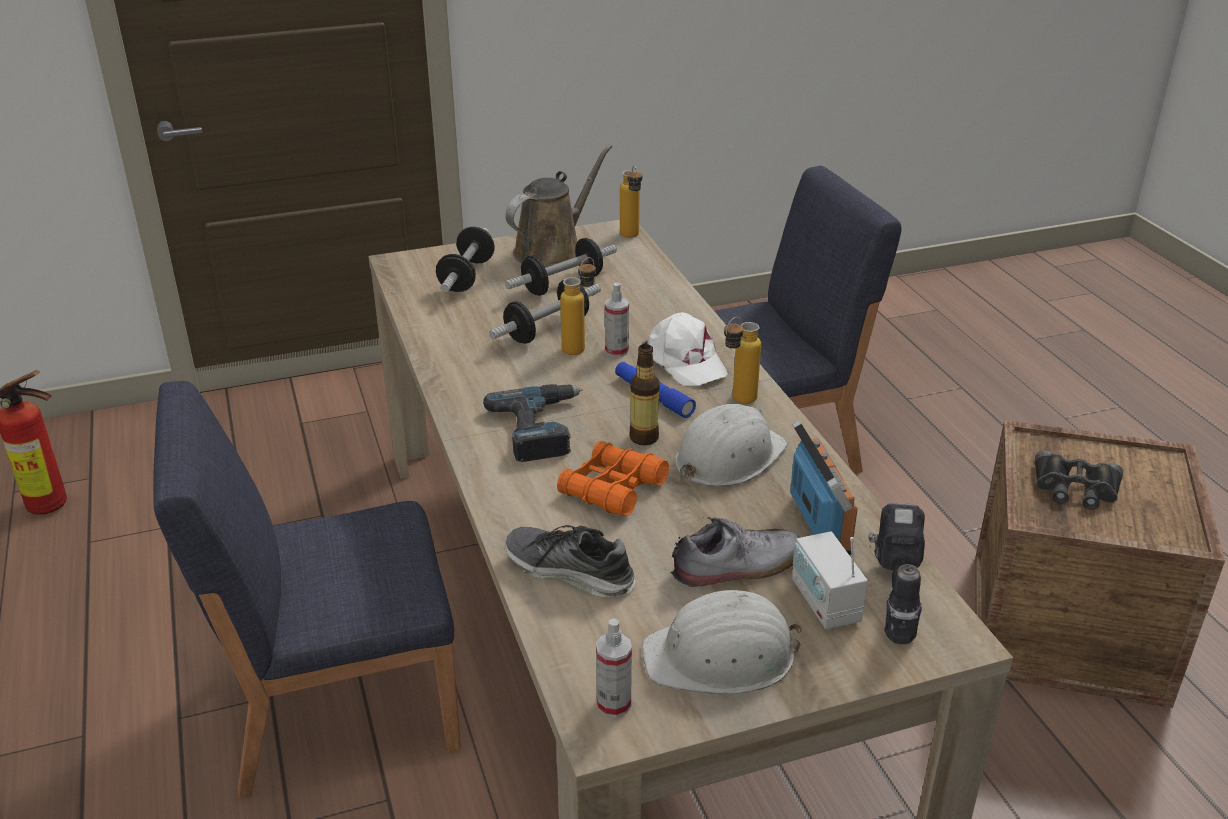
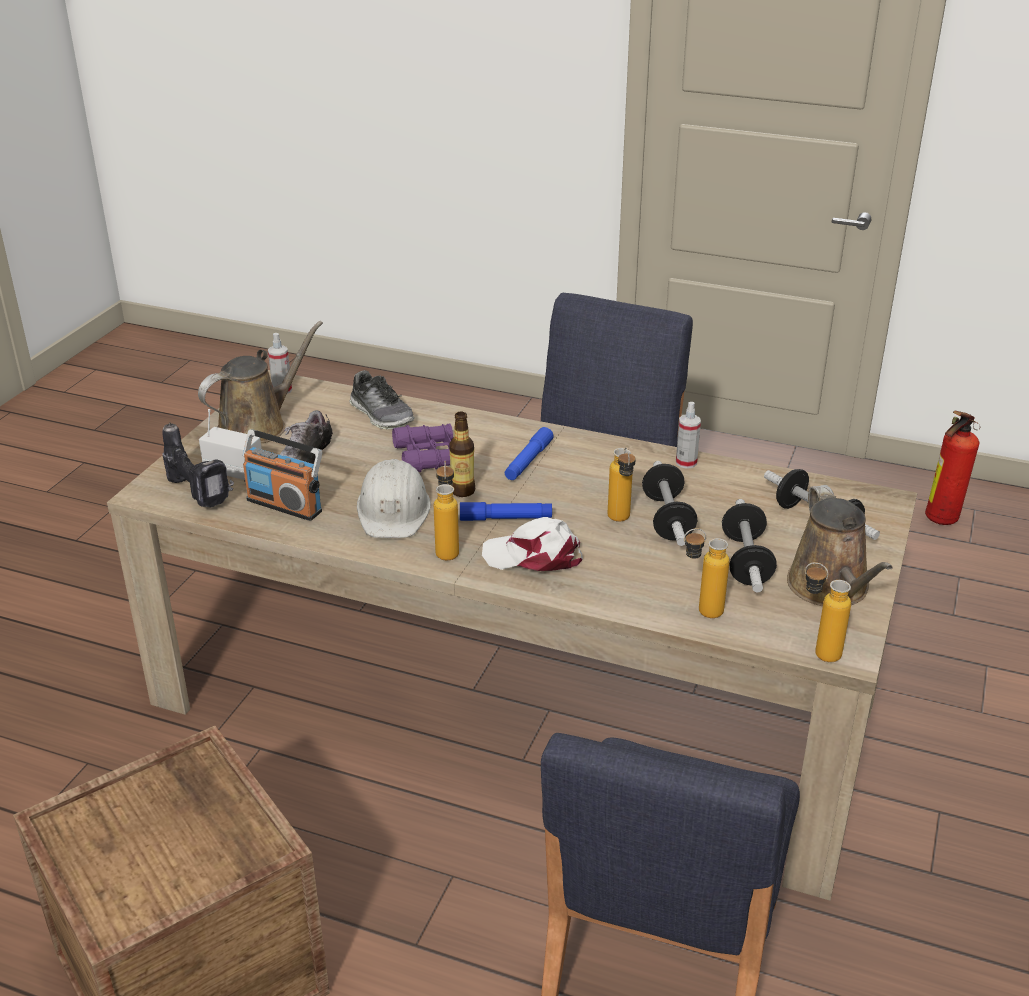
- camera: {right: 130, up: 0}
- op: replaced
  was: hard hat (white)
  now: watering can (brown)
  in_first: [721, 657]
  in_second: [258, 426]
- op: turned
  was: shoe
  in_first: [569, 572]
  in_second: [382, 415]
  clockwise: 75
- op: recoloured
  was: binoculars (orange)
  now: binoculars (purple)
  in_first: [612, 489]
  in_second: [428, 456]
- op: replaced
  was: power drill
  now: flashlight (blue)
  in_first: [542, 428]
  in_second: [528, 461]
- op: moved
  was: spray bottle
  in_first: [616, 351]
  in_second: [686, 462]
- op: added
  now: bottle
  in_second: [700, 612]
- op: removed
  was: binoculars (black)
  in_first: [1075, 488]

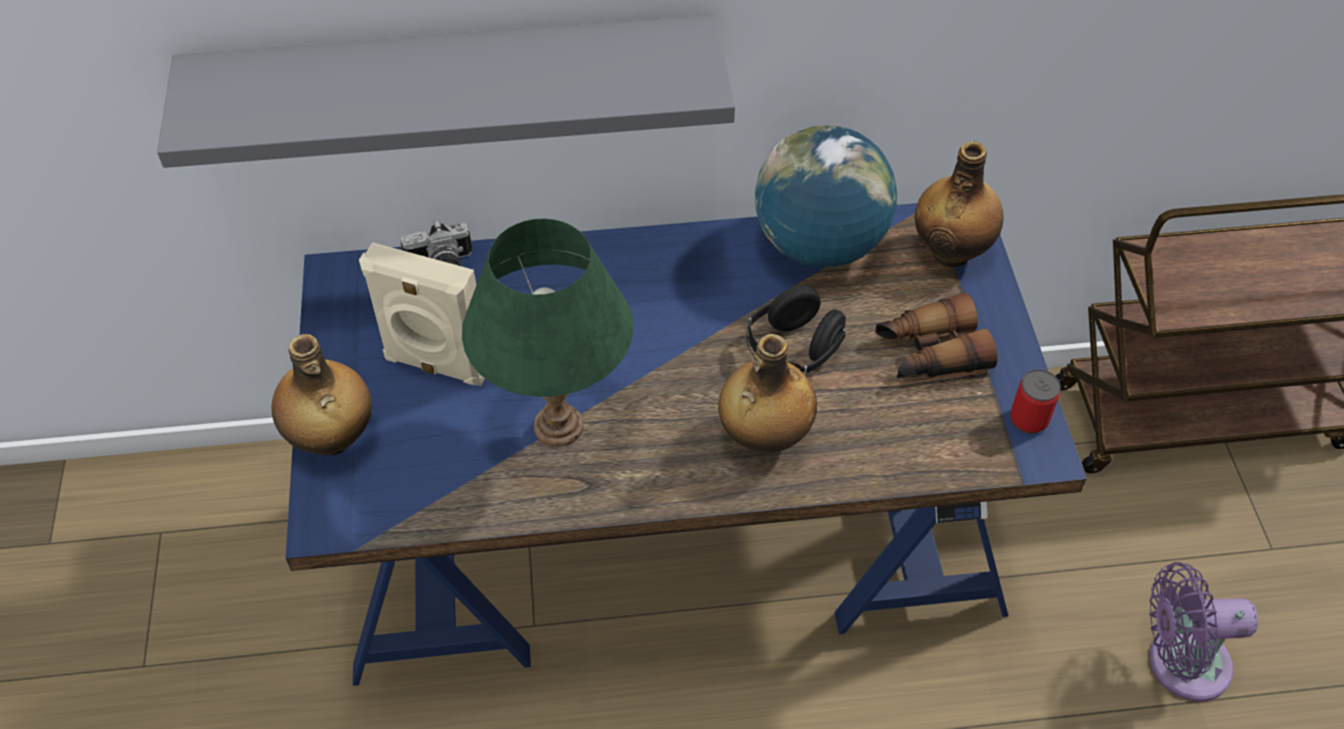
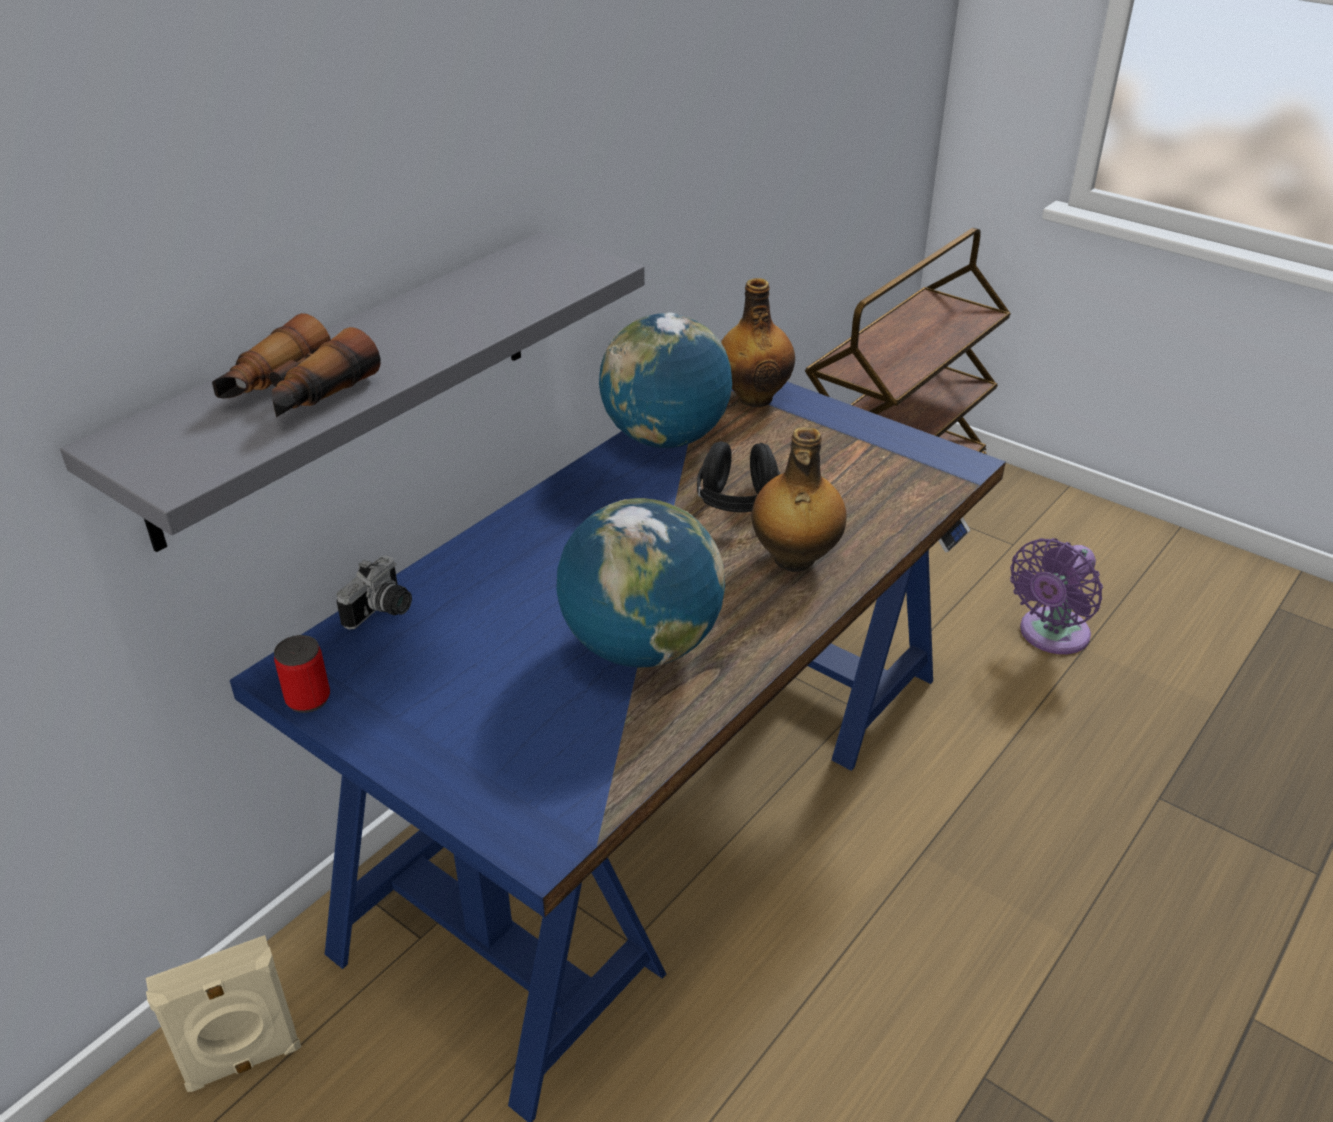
- camera: {right: -45, up: -15}
- op: moved
  was: speaker (beige)
  in_first: [435, 365]
  in_second: [243, 1062]
- op: moved
  was: binoculars
  in_first: [930, 352]
  in_second: [296, 394]
- op: moved
  was: can
  in_first: [1028, 419]
  in_second: [308, 699]
- op: replaced
  was: table lamp (green)
  now: globe
  in_first: [560, 426]
  in_second: [641, 647]
- op: removed
  was: bottle
  in_first: [332, 439]

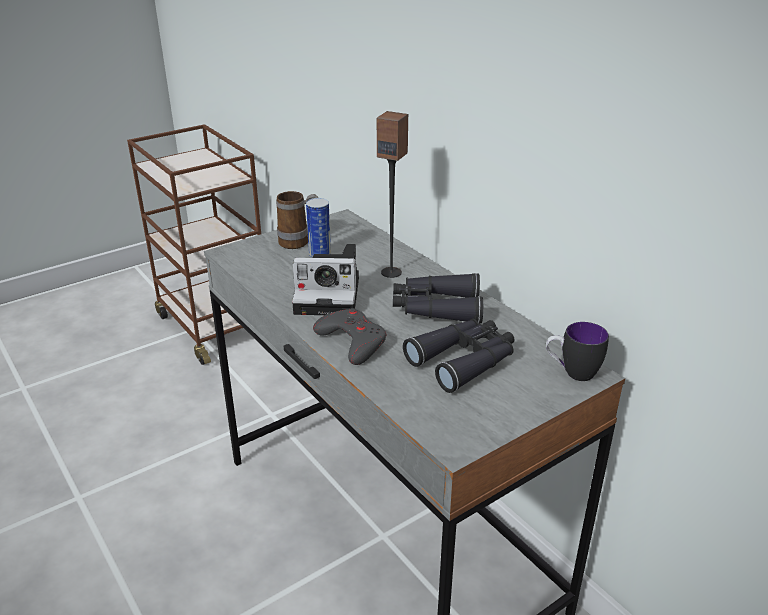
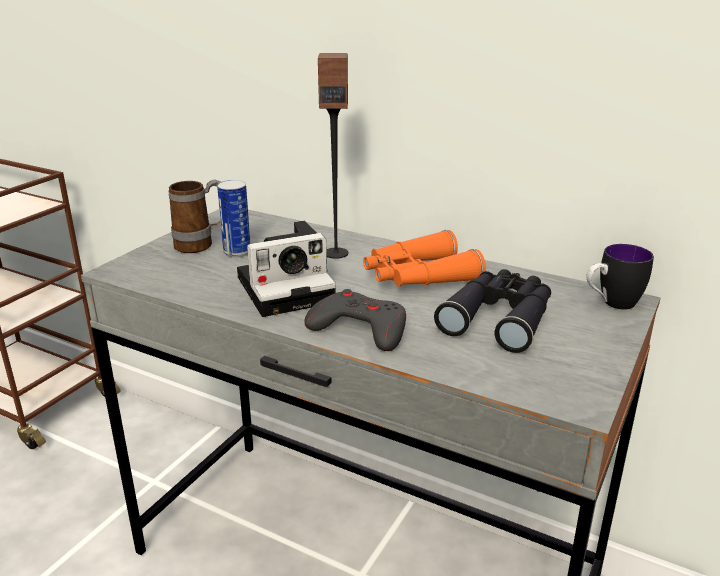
- camera: {right: -25, up: -5}
- op: recoloured
  was: binoculars (black)
  now: binoculars (orange)
  in_first: [436, 308]
  in_second: [418, 276]

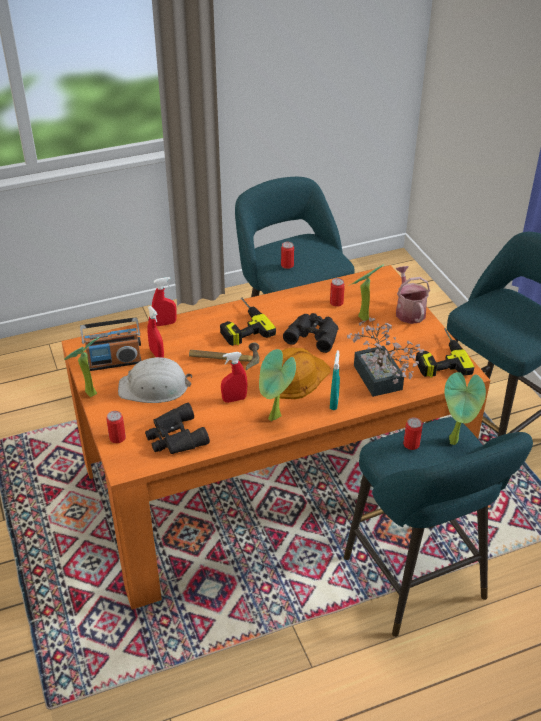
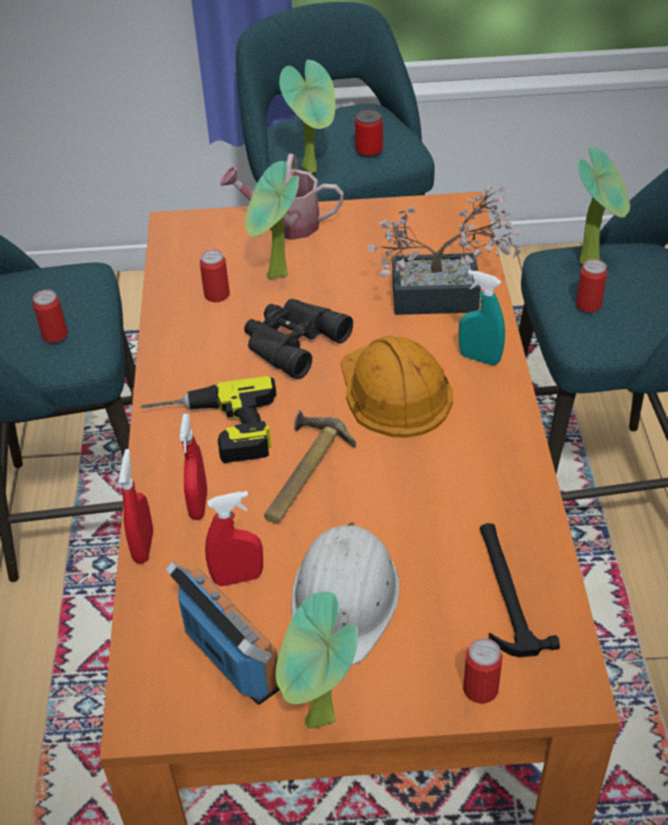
- camera: {right: -70, up: 5}
- op: turned
  was: radio
  in_first: [114, 362]
  in_second: [232, 658]
  clockwise: -45
- op: moved
  was: spray bottle (red)
  in_first: [234, 399]
  in_second: [198, 504]
- op: moved
  was: potted plant
  in_first: [275, 419]
  in_second: [314, 168]
- op: added
  now: can
  in_second: [369, 151]
- op: replaced
  was: binoculars (black)
  now: hammer
  in_first: [175, 437]
  in_second: [505, 591]
- op: removed
  was: power drill
  in_first: [438, 357]

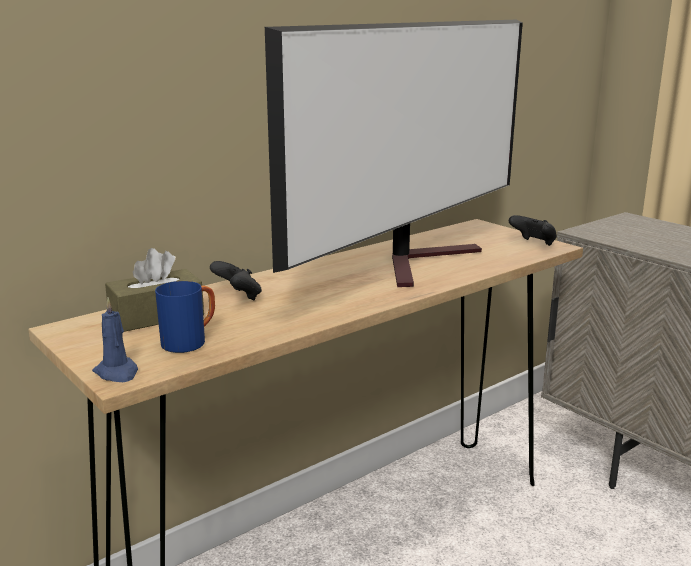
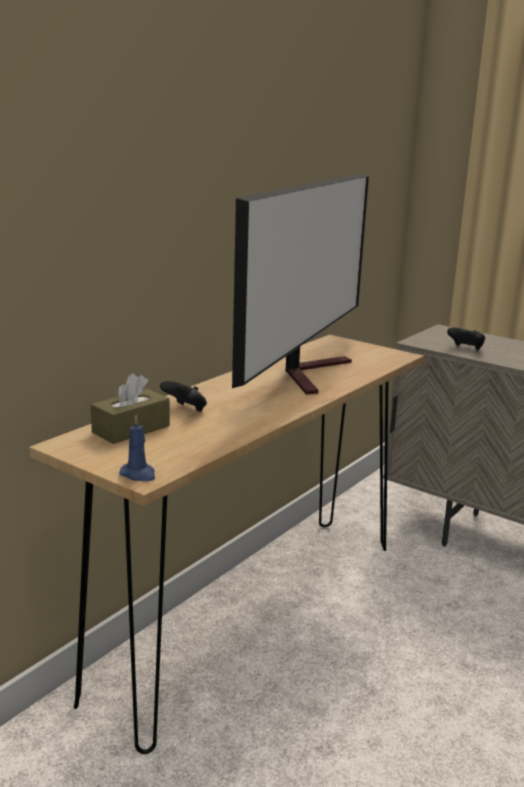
- camera: {right: -15, up: 0}
- op: moved
  was: game controller (black)
  in_first: [533, 244]
  in_second: [466, 349]
- op: removed
  was: mug (blue)
  in_first: [190, 341]

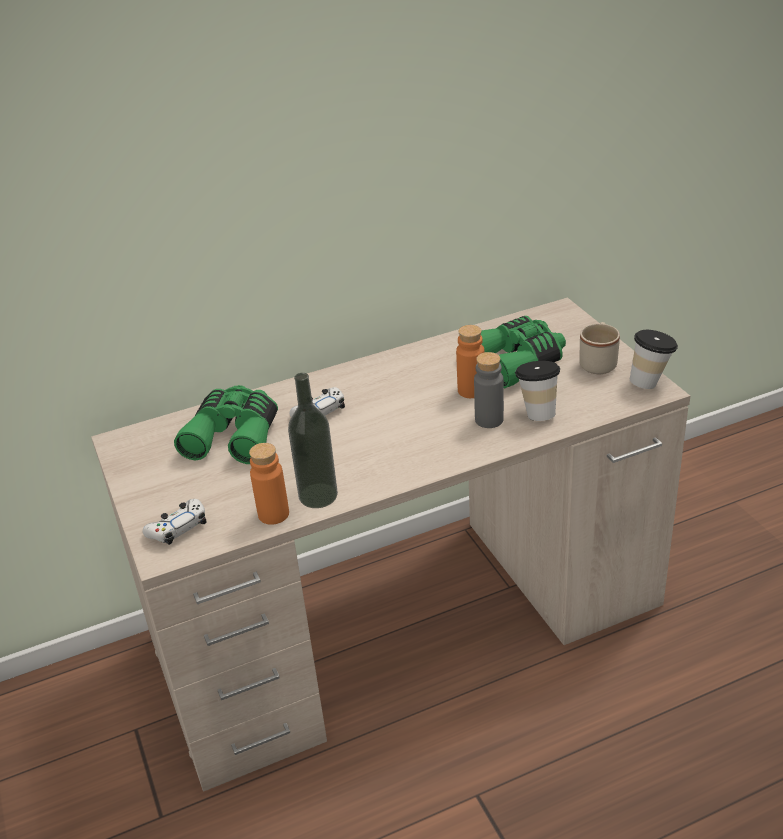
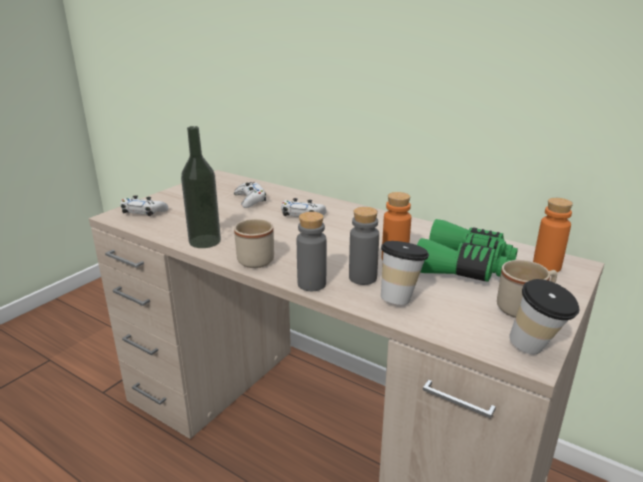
- camera: {right: 55, up: -10}
- op: replaced
  was: binoculars (green)
  now: game controller (white)
  in_first: [234, 435]
  in_second: [250, 200]
- op: added
  now: mug (beige)
  in_second: [255, 258]
- op: added
  now: bottle (grey)
  in_second: [311, 284]
- op: moved
  was: bottle (orange)
  in_first: [273, 514]
  in_second: [546, 266]

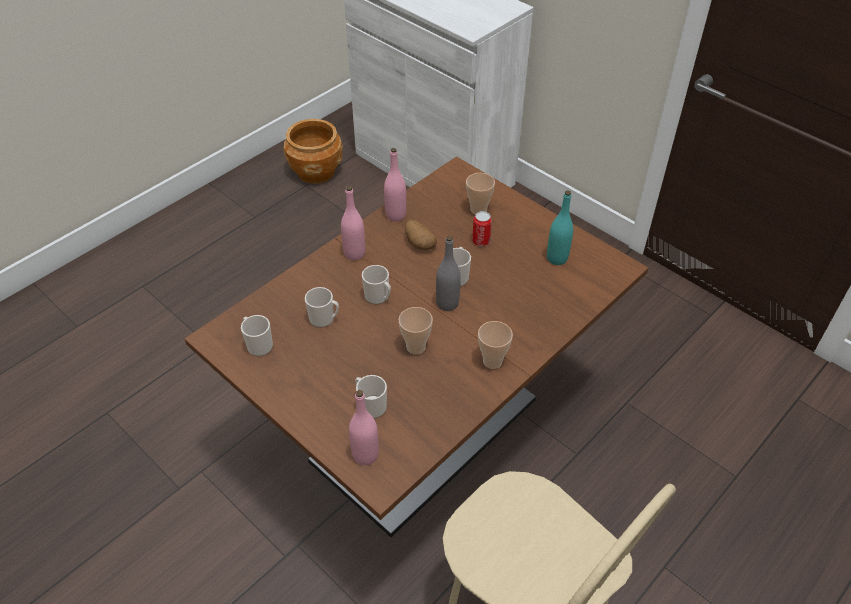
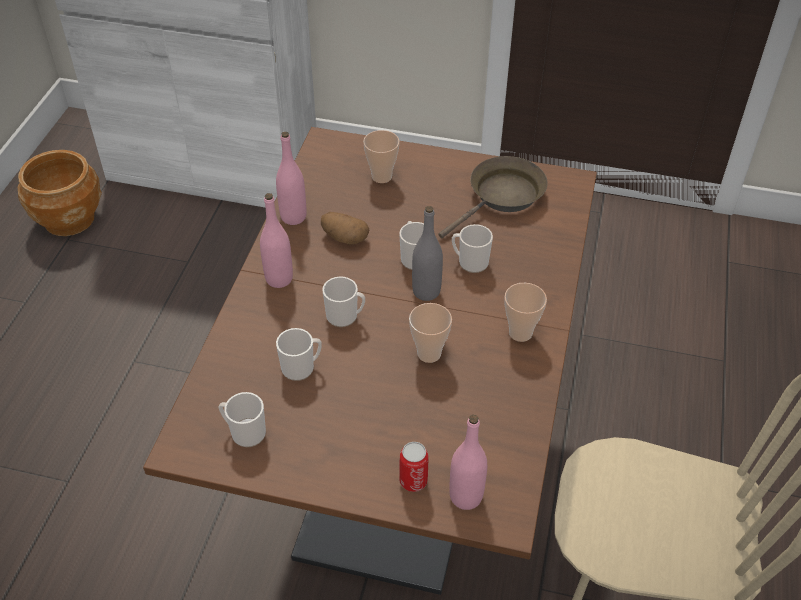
- camera: {right: -30, up: 0}
- op: moved
  was: can
  in_first: [481, 241]
  in_second: [413, 481]
- op: replaced
  was: bottle (turquoise)
  now: frying pan (brown)
  in_first: [557, 258]
  in_second: [502, 197]
- op: moved
  was: mug
  in_first: [370, 405]
  in_second: [470, 262]

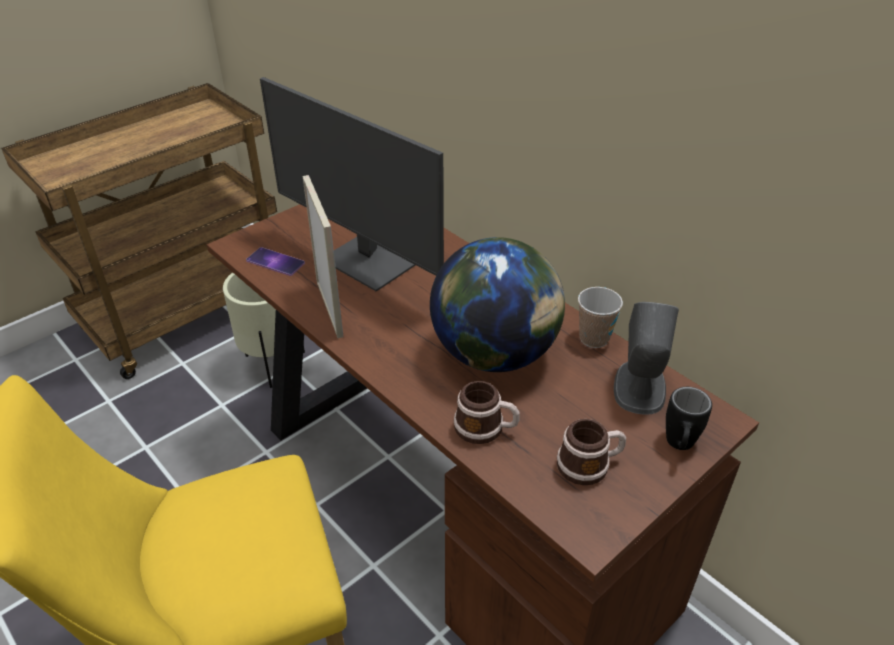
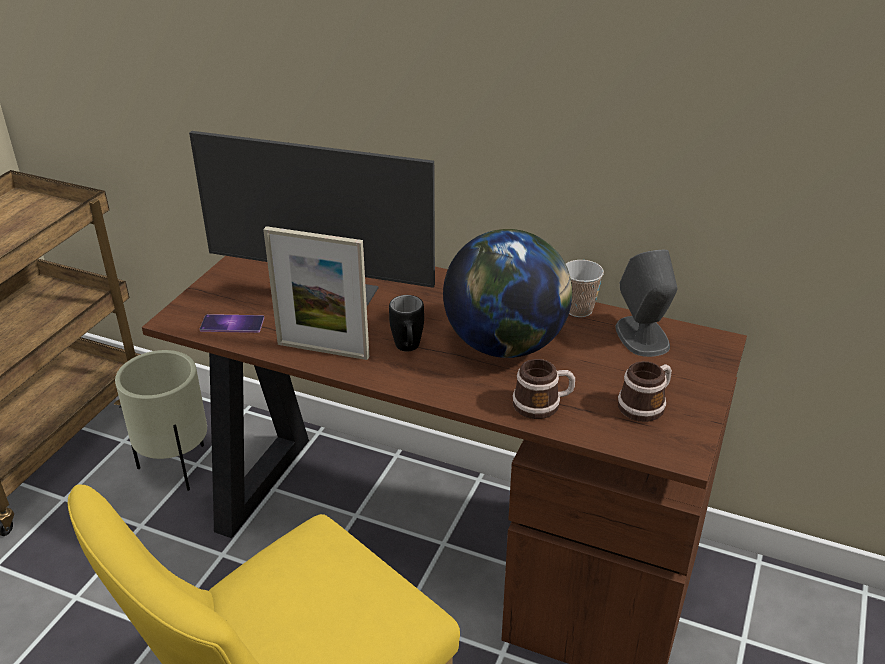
- camera: {right: -25, up: -5}
- op: turned
  was: picture frame
  in_first: [329, 309]
  in_second: [323, 350]
  clockwise: 150
- op: moved
  was: mug (black)
  in_first: [679, 447]
  in_second: [408, 349]

